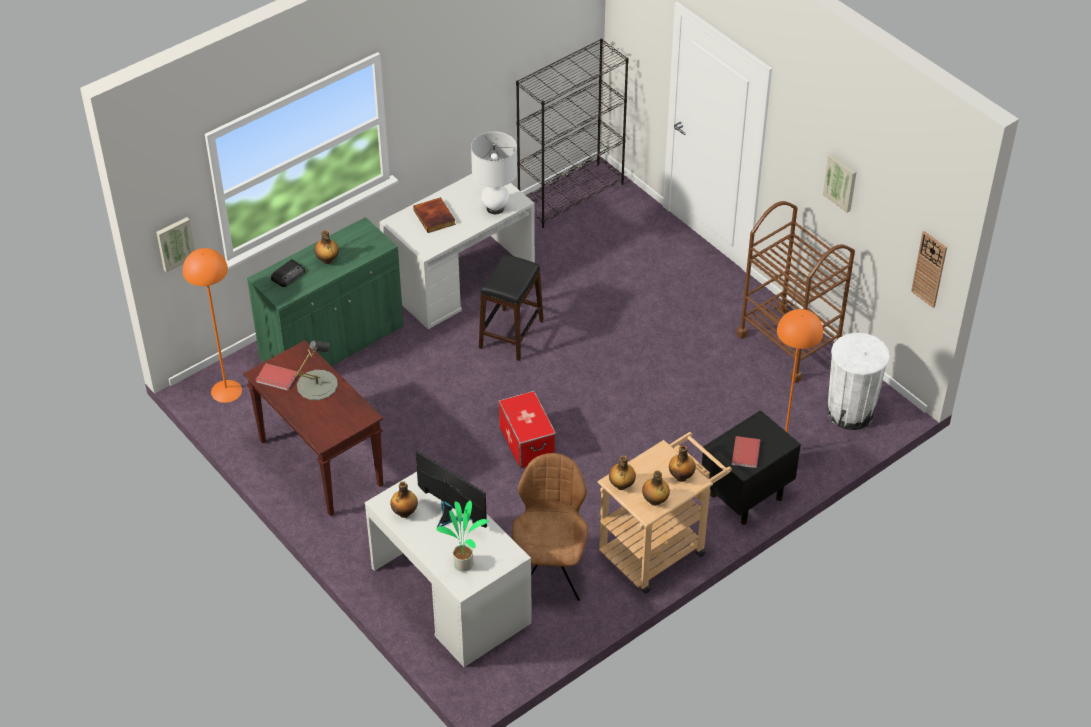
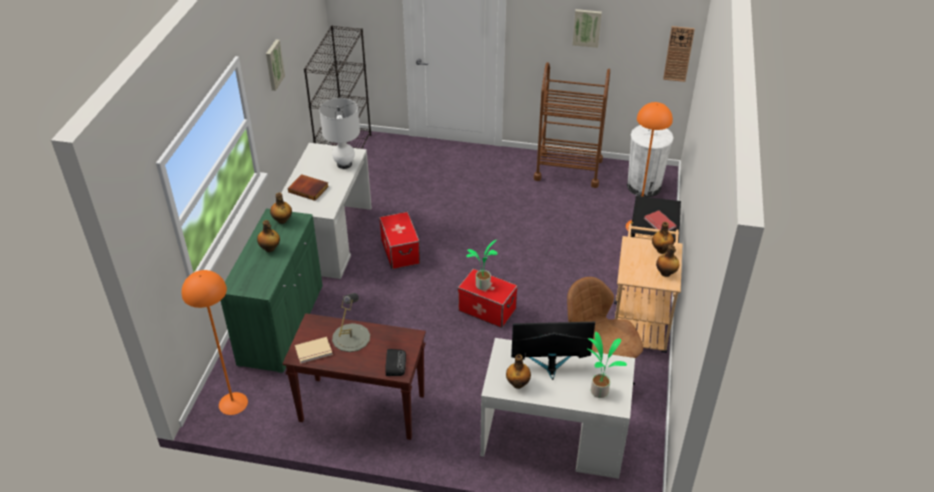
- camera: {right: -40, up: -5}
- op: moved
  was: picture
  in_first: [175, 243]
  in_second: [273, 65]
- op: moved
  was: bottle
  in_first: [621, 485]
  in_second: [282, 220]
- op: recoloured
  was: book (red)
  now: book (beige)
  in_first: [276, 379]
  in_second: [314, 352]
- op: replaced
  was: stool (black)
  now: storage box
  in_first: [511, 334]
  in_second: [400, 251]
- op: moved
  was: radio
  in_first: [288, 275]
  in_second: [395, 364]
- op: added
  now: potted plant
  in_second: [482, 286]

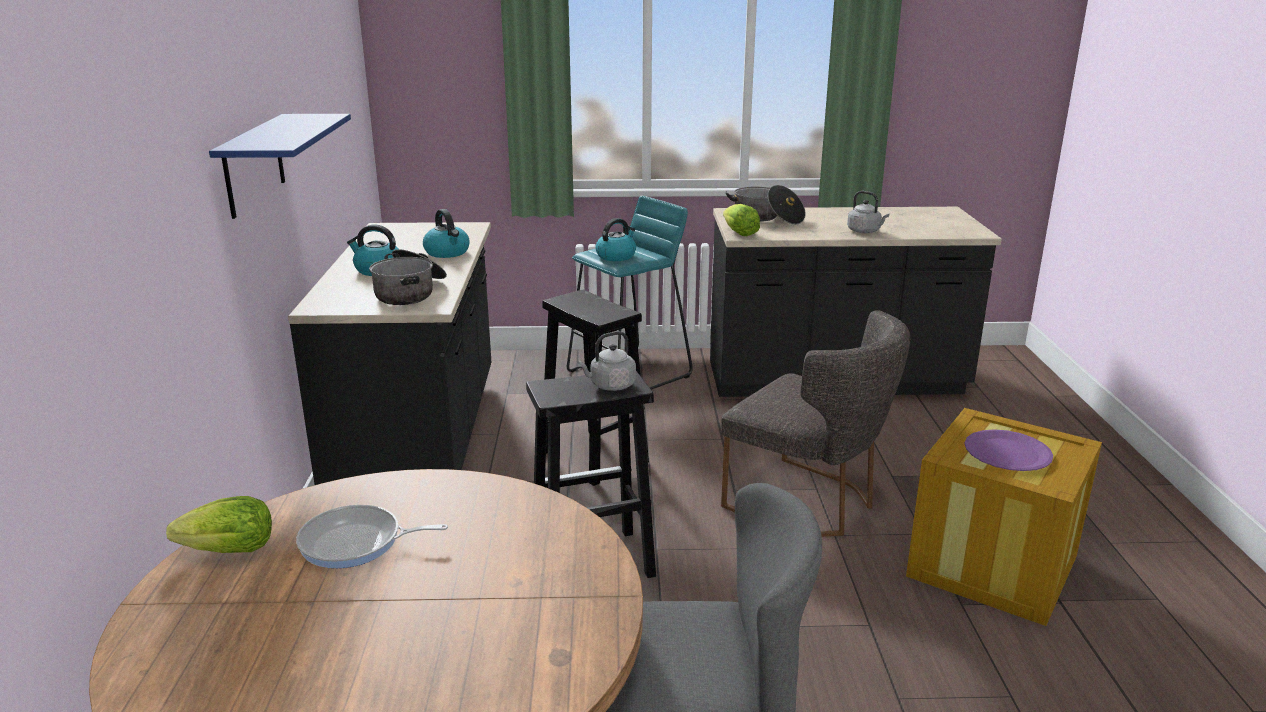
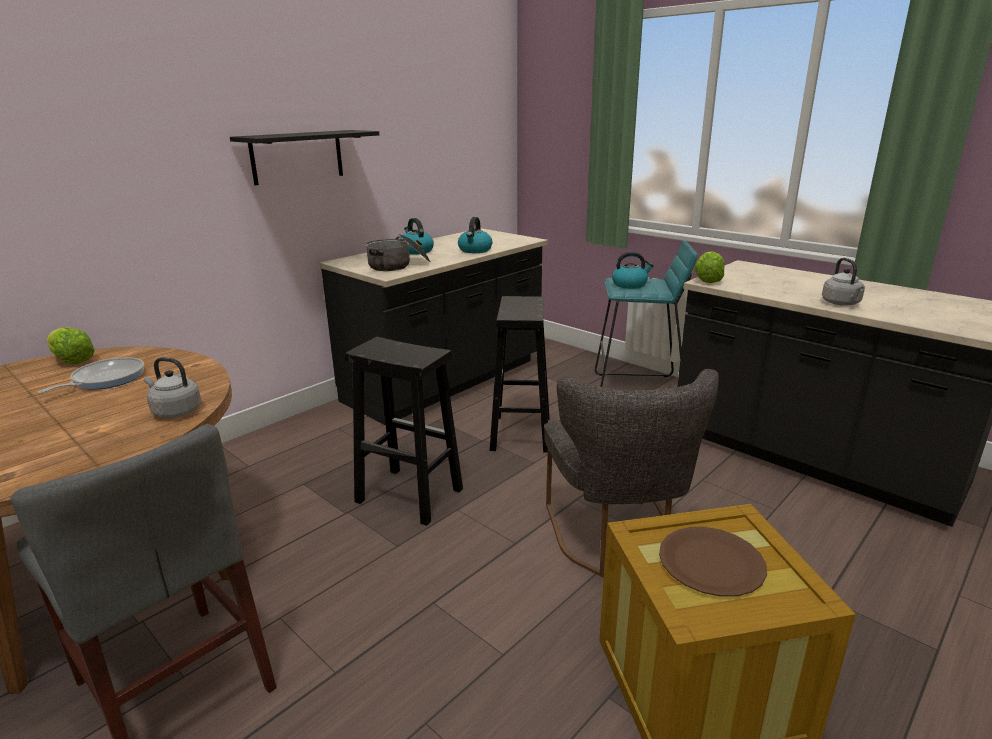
- camera: {right: 45, up: 0}
- op: turned
  was: frying pan
  in_first: [356, 543]
  in_second: [105, 379]
  clockwise: 75
- op: moved
  was: kettle (grey)
  in_first: [610, 386]
  in_second: [175, 411]
- op: recoloured
  was: shelf (blue)
  now: shelf (black)
  in_first: [254, 165]
  in_second: [297, 156]
- op: recoloured
  was: plate (purple)
  now: plate (brown)
  in_first: [1007, 453]
  in_second: [711, 563]
- op: removed
  was: cooking pot
  in_first: [766, 218]

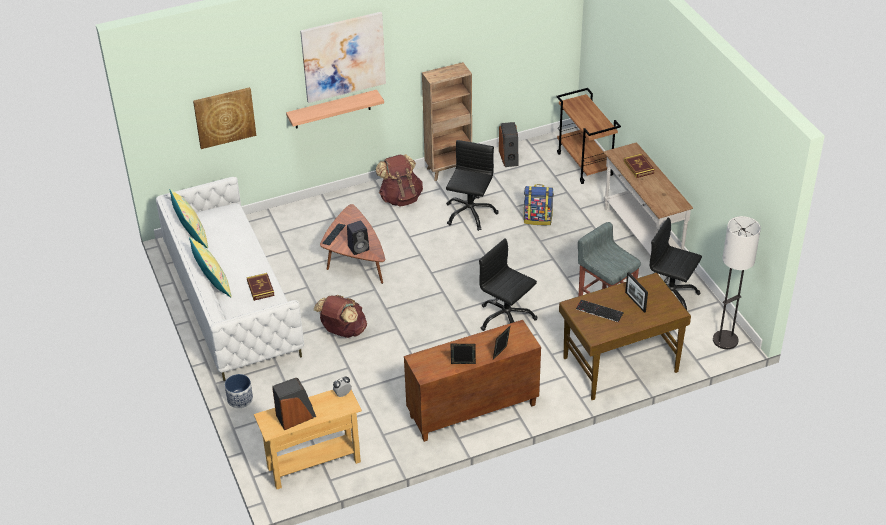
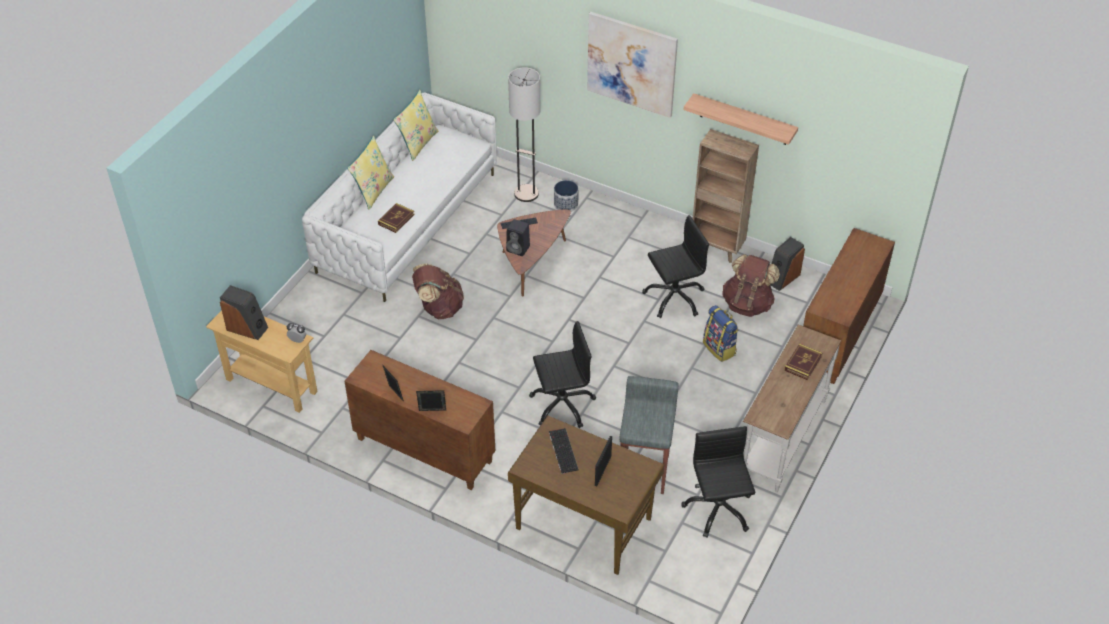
- camera: {right: 50, up: 5}
- op: moved
  was: floor lamp
  in_first: [725, 340]
  in_second: [526, 193]
- op: turned
  was: office chair (black)
  in_first: [506, 318]
  in_second: [562, 404]
  clockwise: 75
- op: moved
  was: planter
  in_first: [240, 399]
  in_second: [566, 204]
- op: moved
  was: shelf
  in_first: [332, 109]
  in_second: [744, 120]
- op: moved
  was: backpack (brown)
  in_first: [400, 198]
  in_second: [747, 304]
- op: replaced
  was: cart (brown)
  now: cabinet (brown)
  in_first: [585, 164]
  in_second: [838, 336]
- op: removed
  was: picture
  in_first: [224, 117]

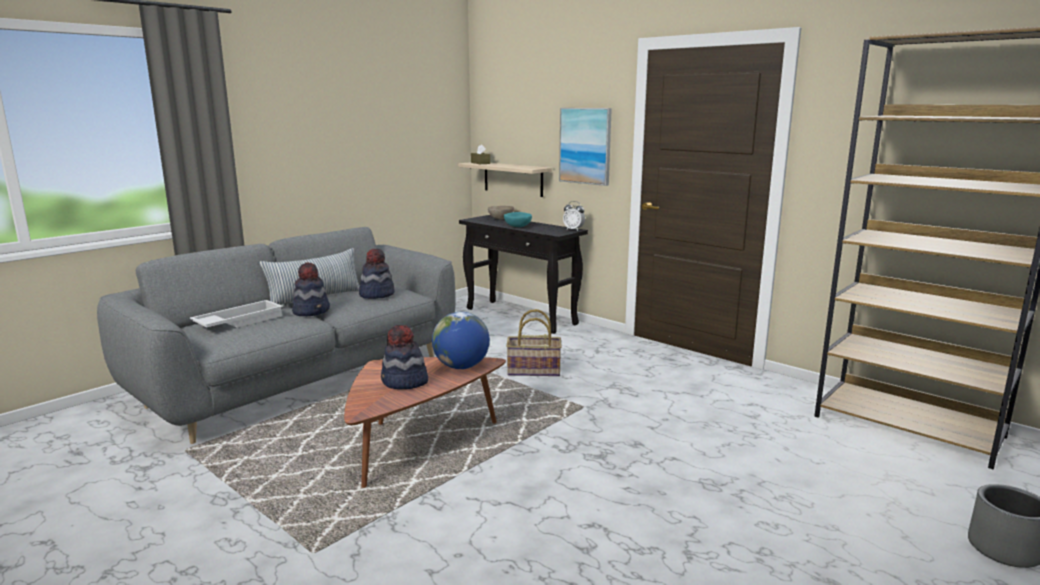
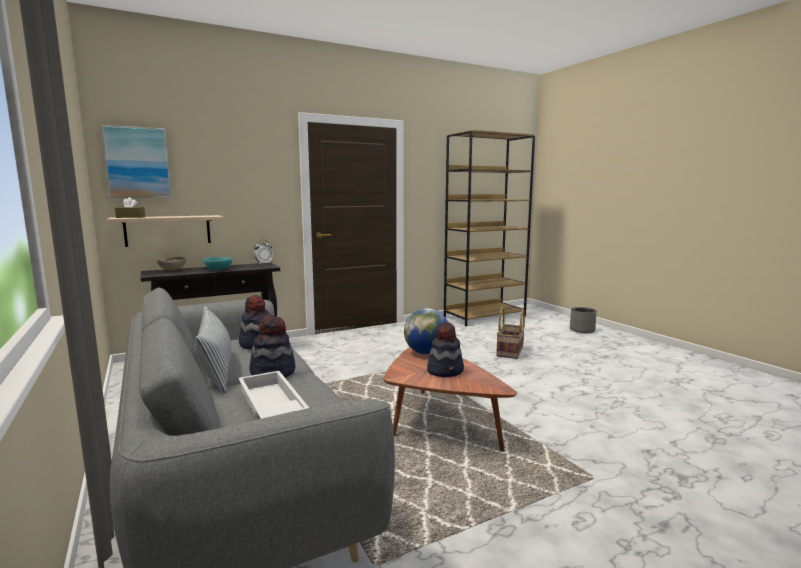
- camera: {right: -70, up: -5}
- op: moved
  was: picture
  in_first: [585, 146]
  in_second: [137, 163]
- op: moved
  was: basket
  in_first: [533, 371]
  in_second: [510, 352]

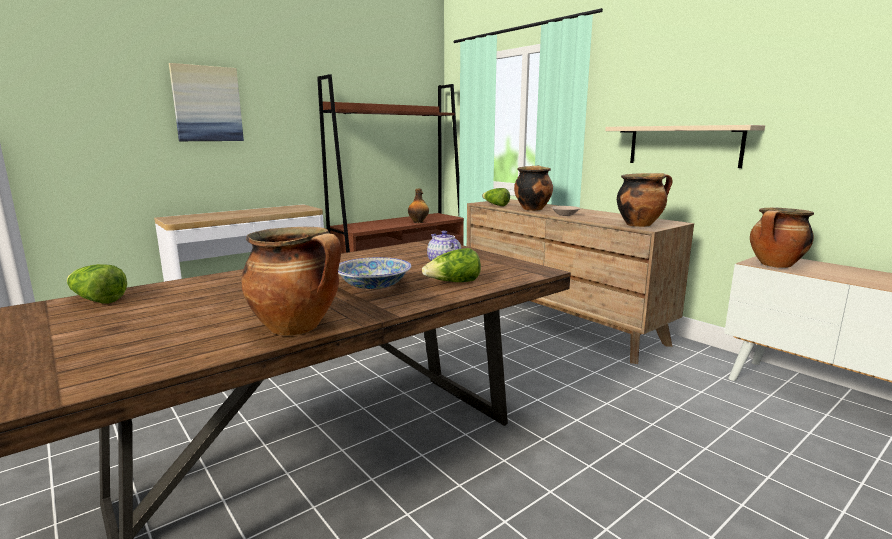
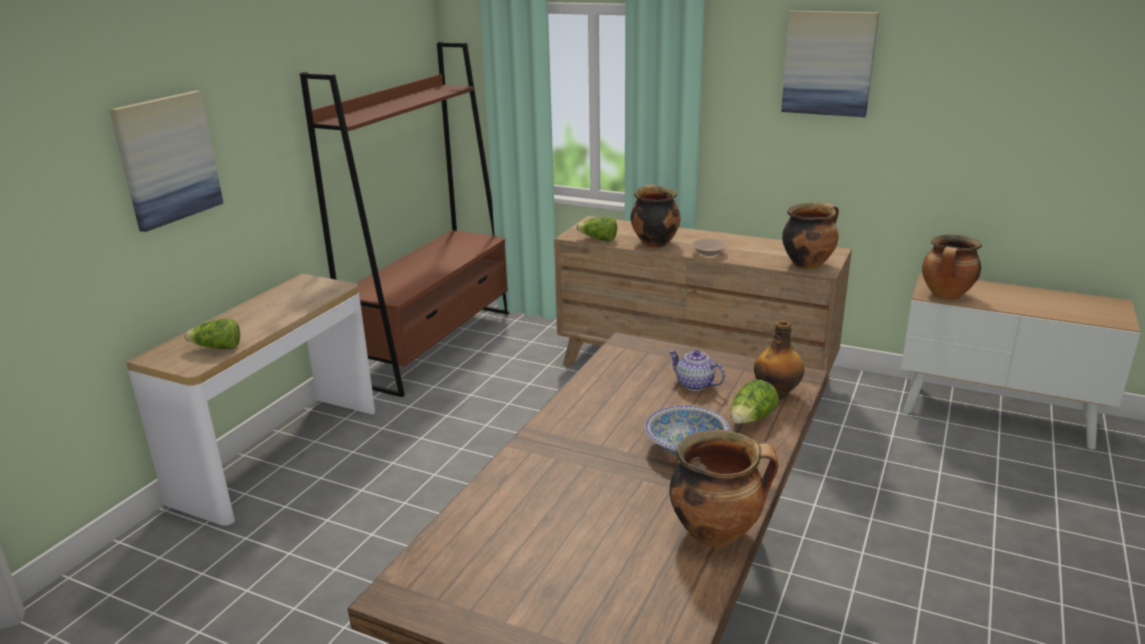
- camera: {right: -25, up: 10}
- op: moved
  was: lettuce
  in_first: [97, 300]
  in_second: [217, 348]
- op: moved
  was: bottle
  in_first: [418, 222]
  in_second: [777, 393]
- op: added
  now: picture
  in_second: [828, 63]
- op: removed
  was: shelf (beige)
  in_first: [683, 145]

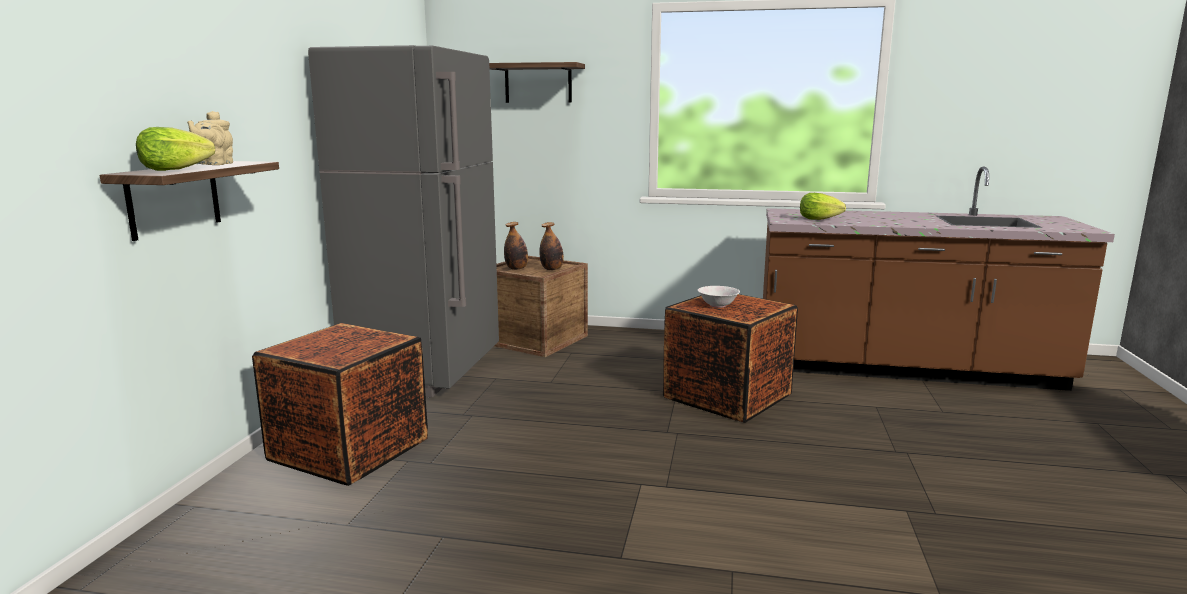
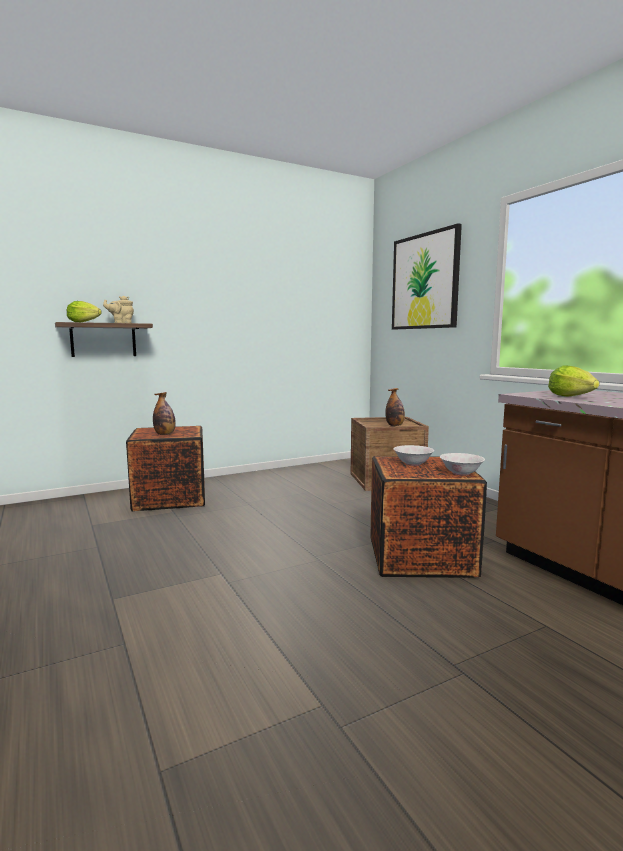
- camera: {right: 50, up: -5}
- op: moved
  was: bottle
  in_first: [516, 268]
  in_second: [165, 434]
- op: replaced
  was: shelf
  now: picture
  in_first: [538, 83]
  in_second: [425, 281]
- op: added
  now: bowl (white)
  in_second: [461, 473]
- op: removed
  was: fridge (grey)
  in_first: [427, 371]

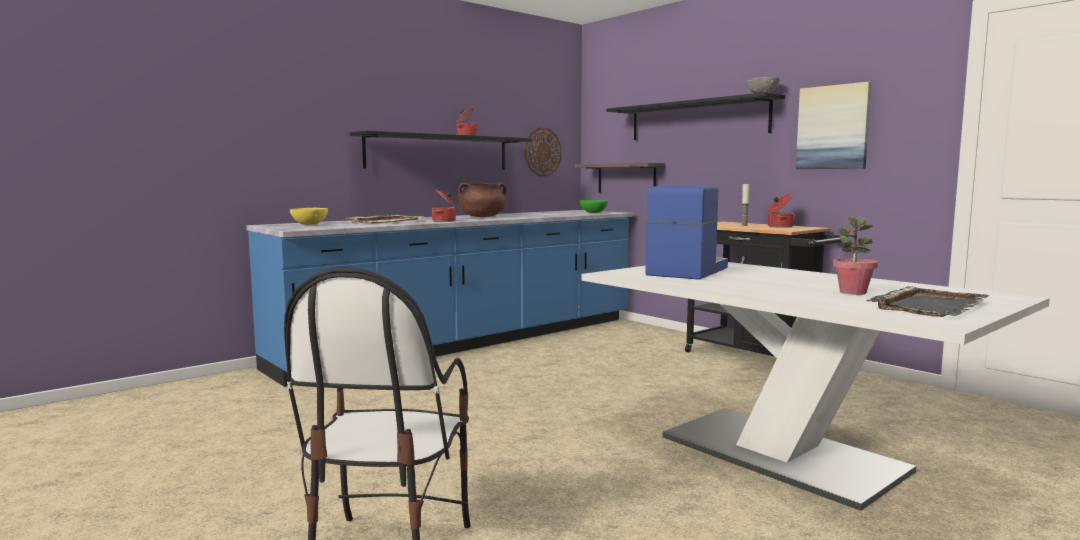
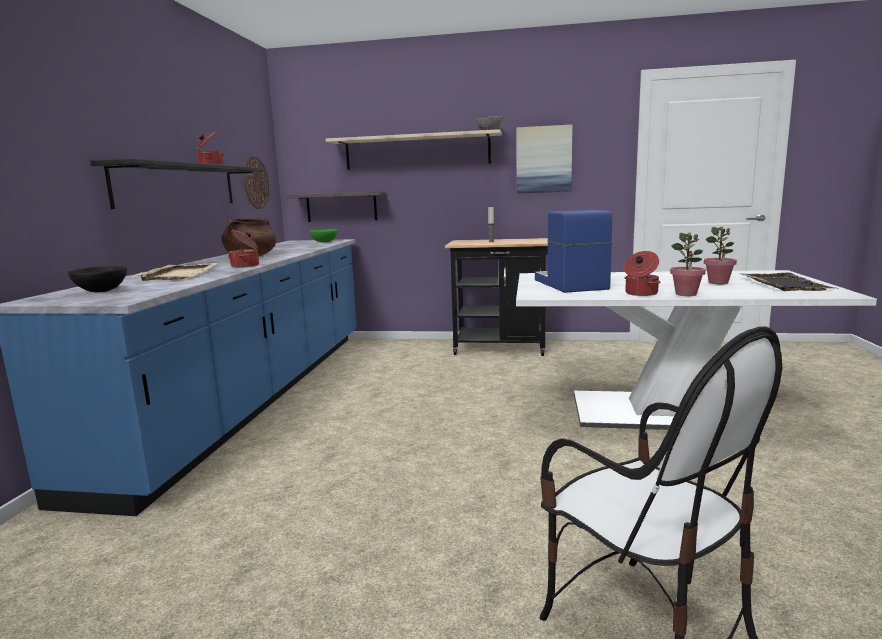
- camera: {right: -40, up: 5}
- op: recoloured
  was: bowl (yellow)
  now: bowl (black)
  in_first: [310, 224]
  in_second: [101, 291]
- op: recoloured
  was: shelf (black)
  now: shelf (beige)
  in_first: [697, 120]
  in_second: [417, 151]
- op: moved
  was: cooking pot
  in_first: [779, 226]
  in_second: [640, 293]
- op: added
  now: potted plant
  in_second: [686, 294]

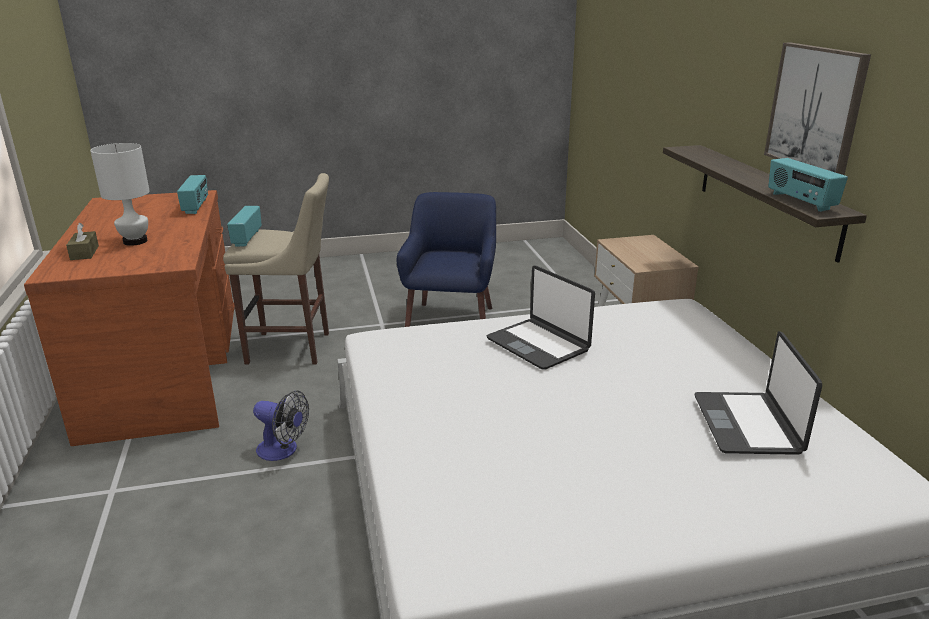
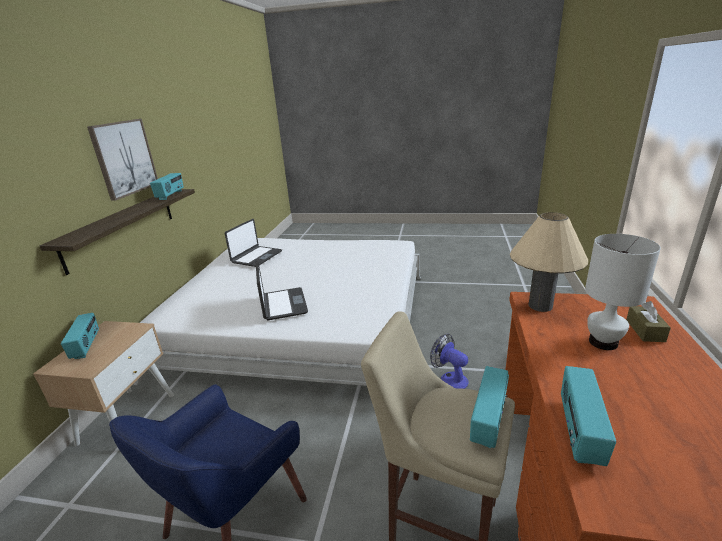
- camera: {right: -155, up: 0}
- op: added
  now: radio
  in_second: [86, 346]
- op: added
  now: table lamp (beige)
  in_second: [540, 305]

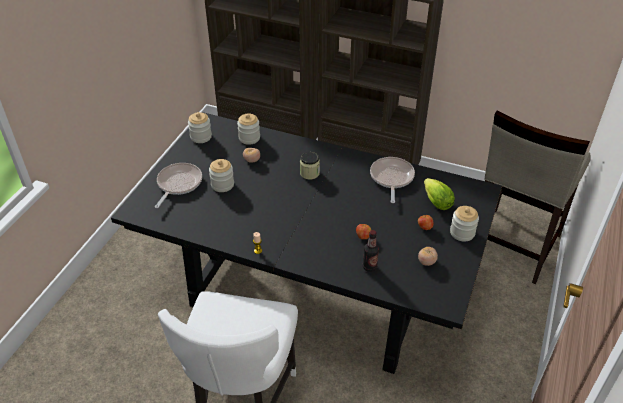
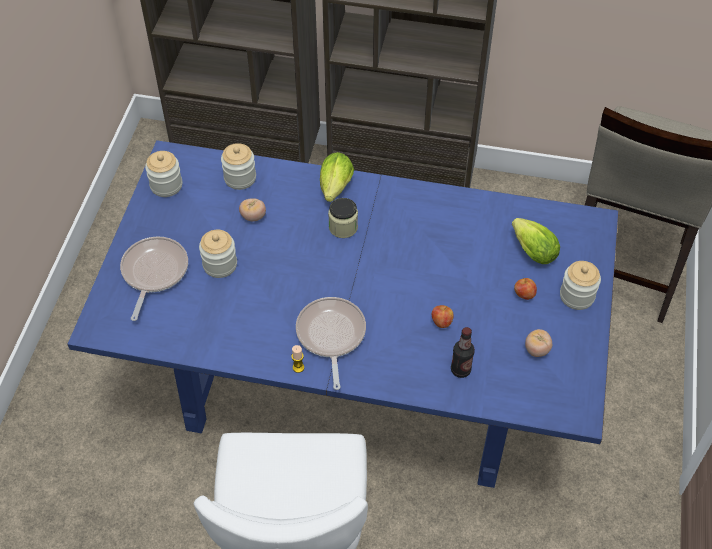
- camera: {right: -10, up: 10}
- op: recoloured
  was: dining table (black)
  now: dining table (blue)
  in_first: [309, 290]
  in_second: [353, 380]
- op: moved
  was: frying pan
  in_first: [391, 178]
  in_second: [331, 336]
- op: added
  now: lettuce
  in_second: [335, 190]

